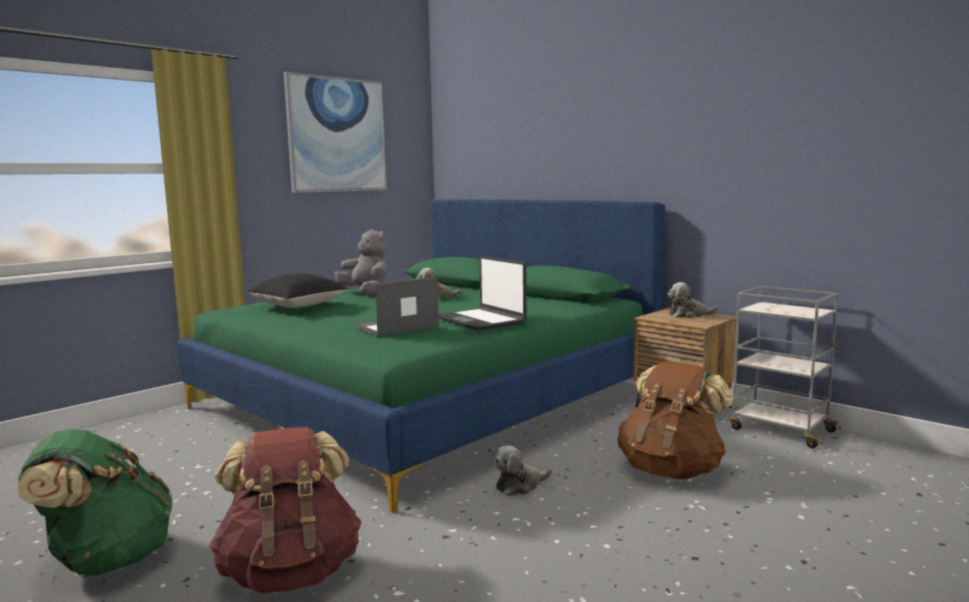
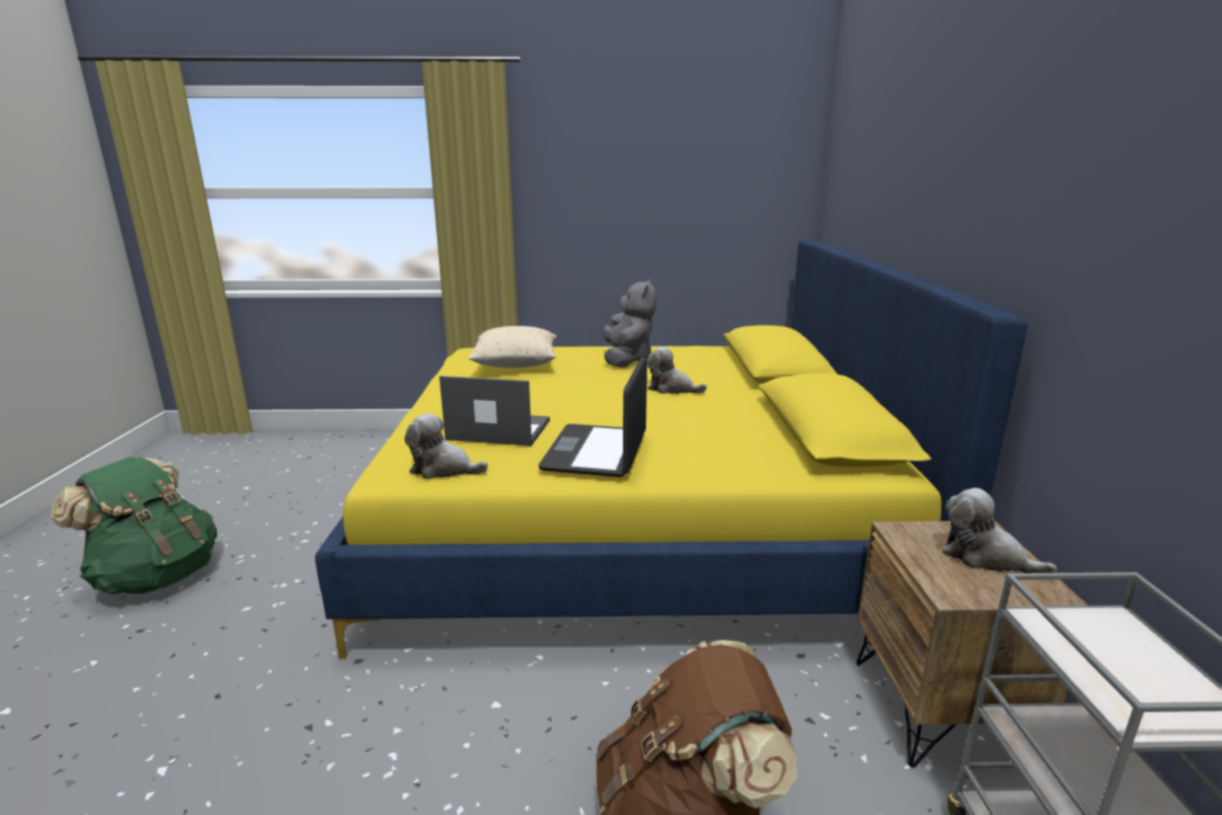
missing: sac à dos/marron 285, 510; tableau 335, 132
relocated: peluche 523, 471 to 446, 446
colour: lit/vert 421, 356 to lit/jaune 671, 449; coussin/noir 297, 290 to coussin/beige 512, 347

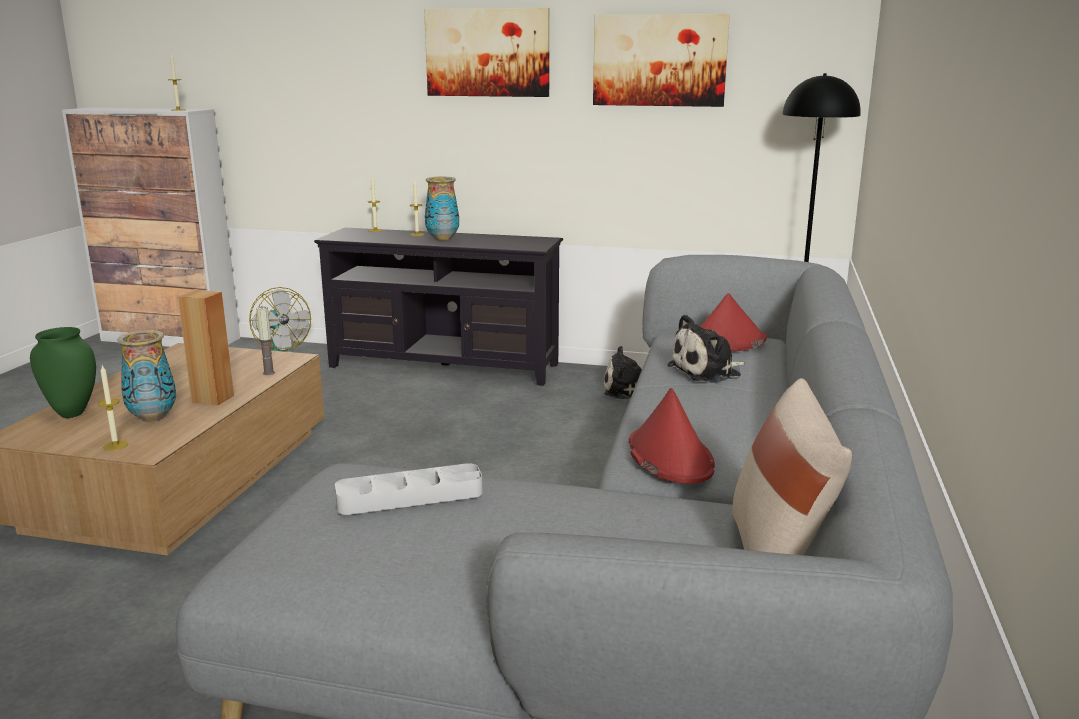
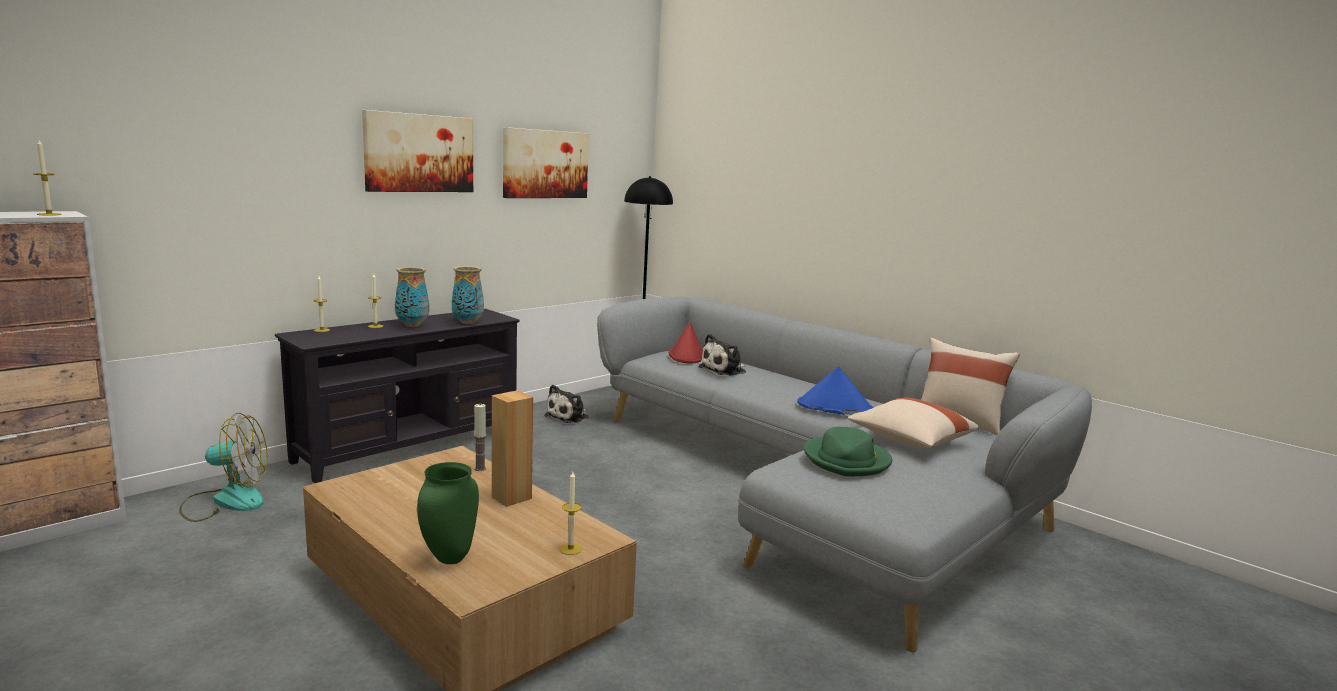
appeared: coussin/beige 913, 423
relocated: vase 146, 376 to 468, 295
exchanged: plateau/gris 409, 489 to chapeau/vert 848, 451
colour: chapeau/rouge 671, 436 to chapeau/bleu 835, 391
spun: peluche 706, 349 = 722, 355 45 degrees clockwise

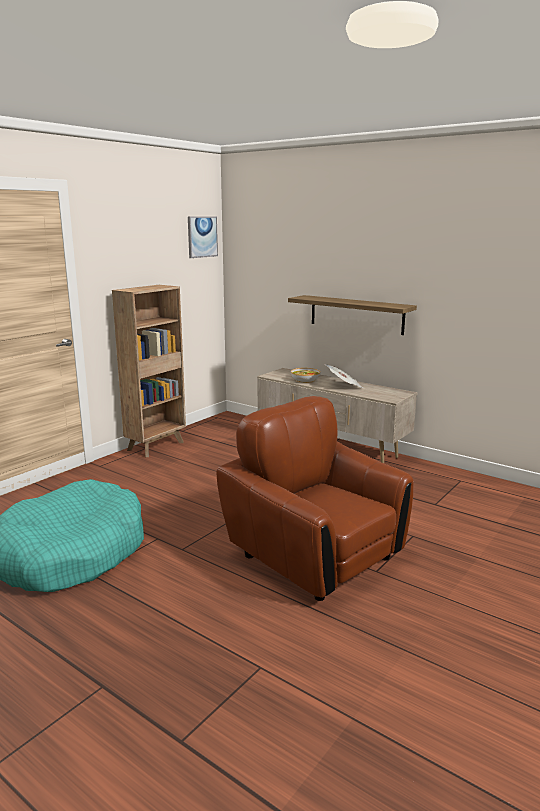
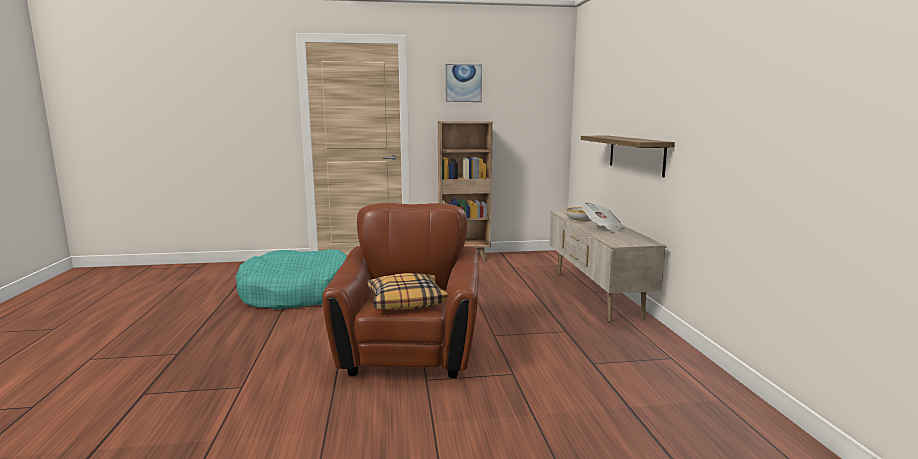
appeared: coussin 407, 291
relocated: tableau 203, 237 to 463, 83

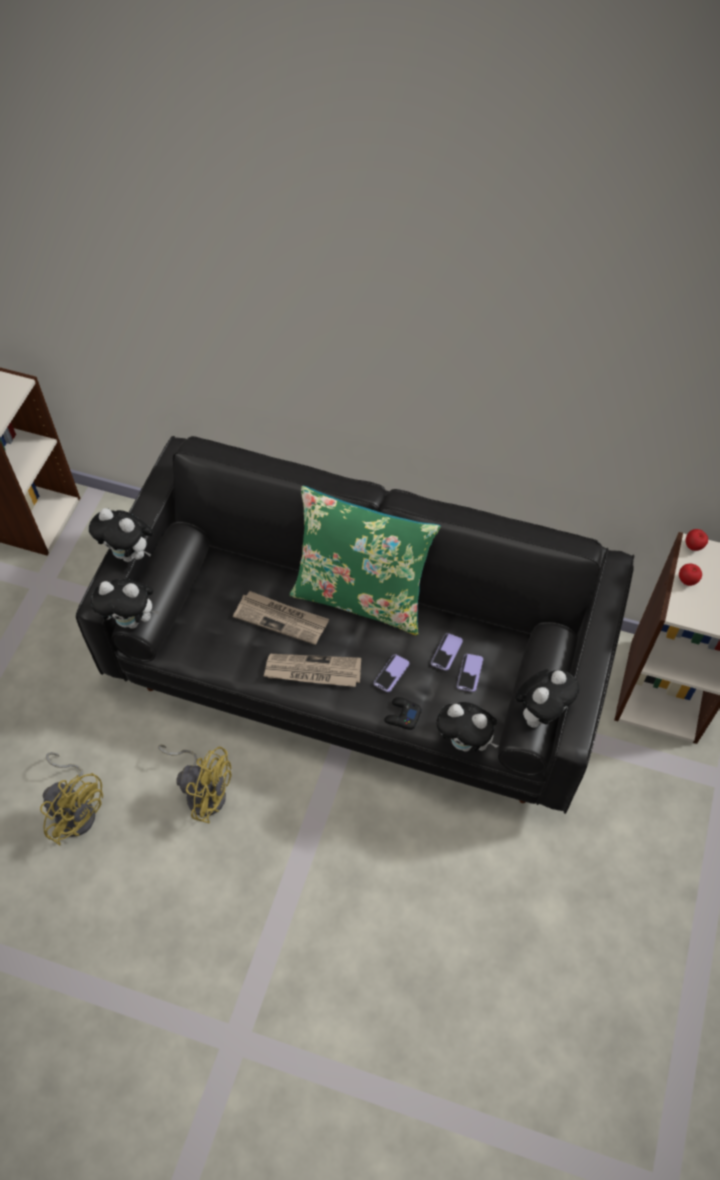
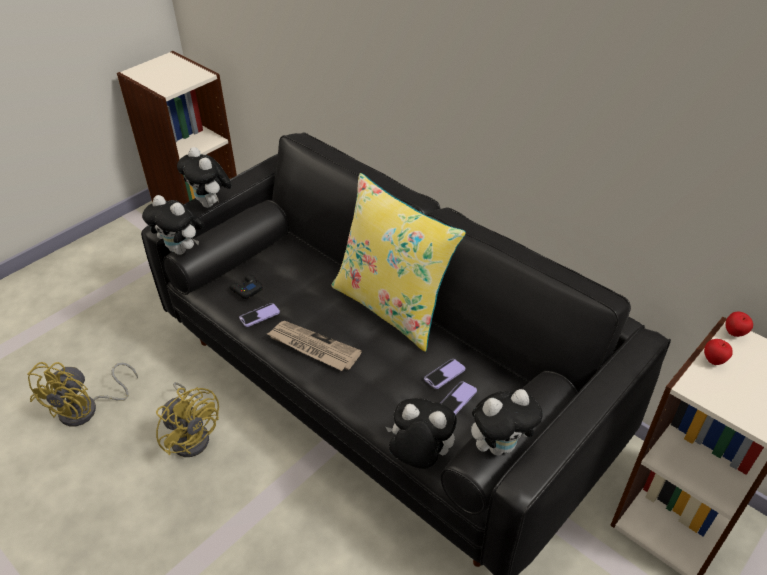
missing: journal 281, 618
relocated: manette/noir 403, 713 to 246, 286; téléphone 391, 673 to 259, 315
colour: coussin/vert 365, 560 to coussin/jaune 398, 262
spun: ventilateur/jaune 71, 799 = 82, 394 45 degrees clockwise; peluche 467, 727 = 421, 433 150 degrees clockwise

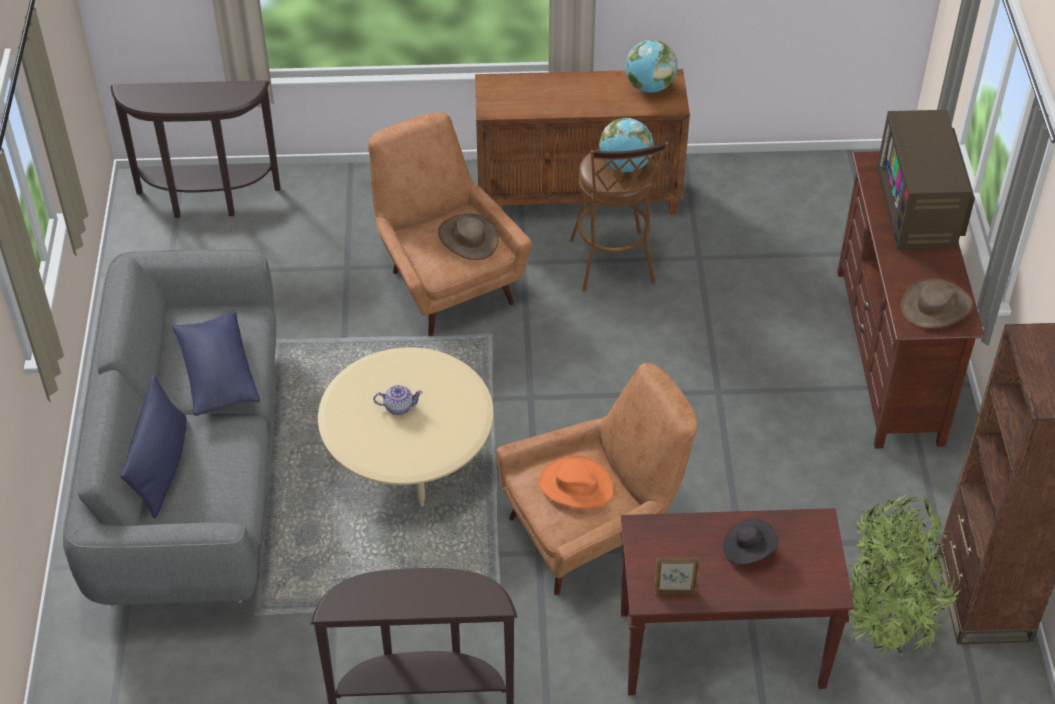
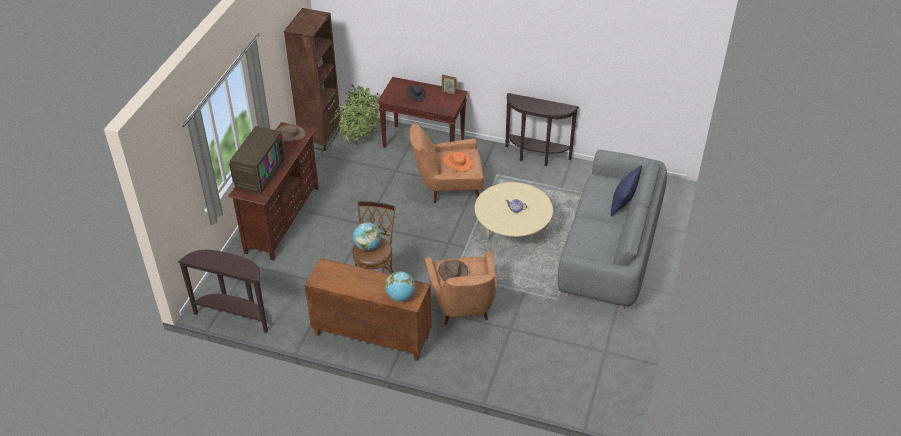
missing: coussin/bleu 216, 364
relocated: table console/marron 195, 149 to 223, 291; globe 651, 66 to 400, 286

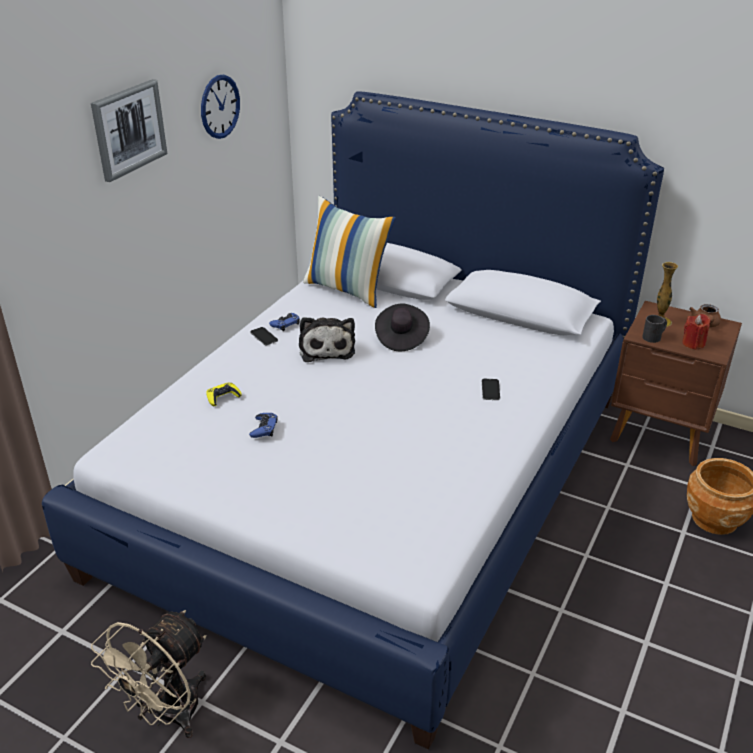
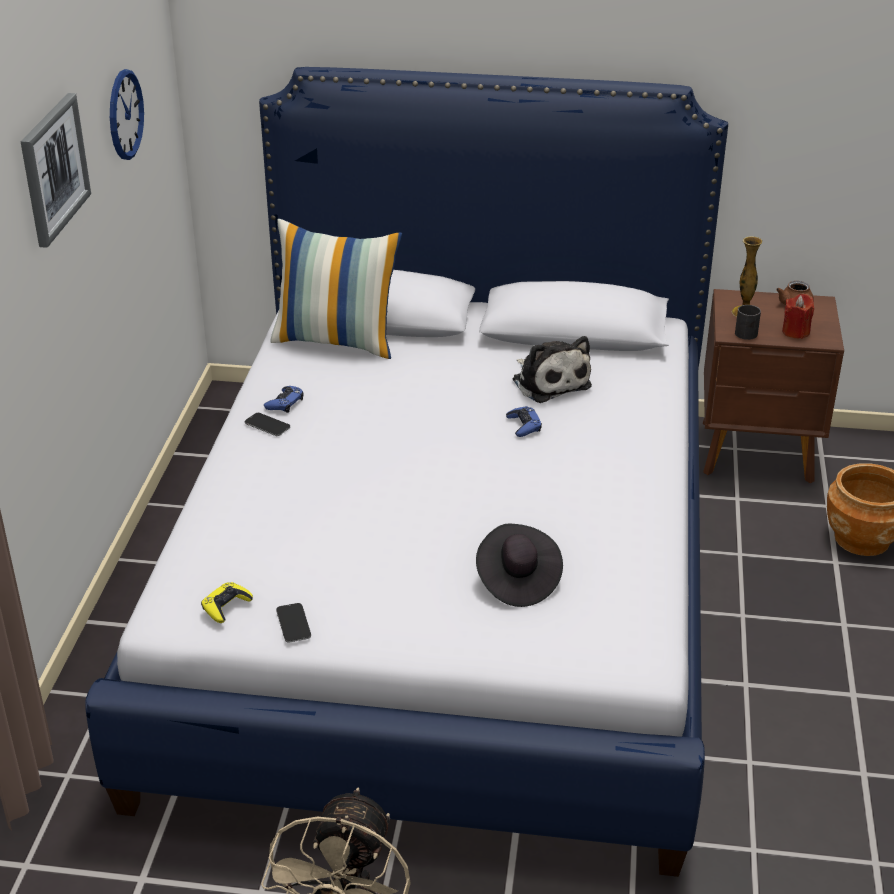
relocated: manette/jaune 223, 394 to 227, 602; téléphone 491, 389 to 293, 622; chapeau/noir 402, 327 to 519, 565; manette/bleu 263, 425 to 524, 421; peluche 327, 339 to 552, 369

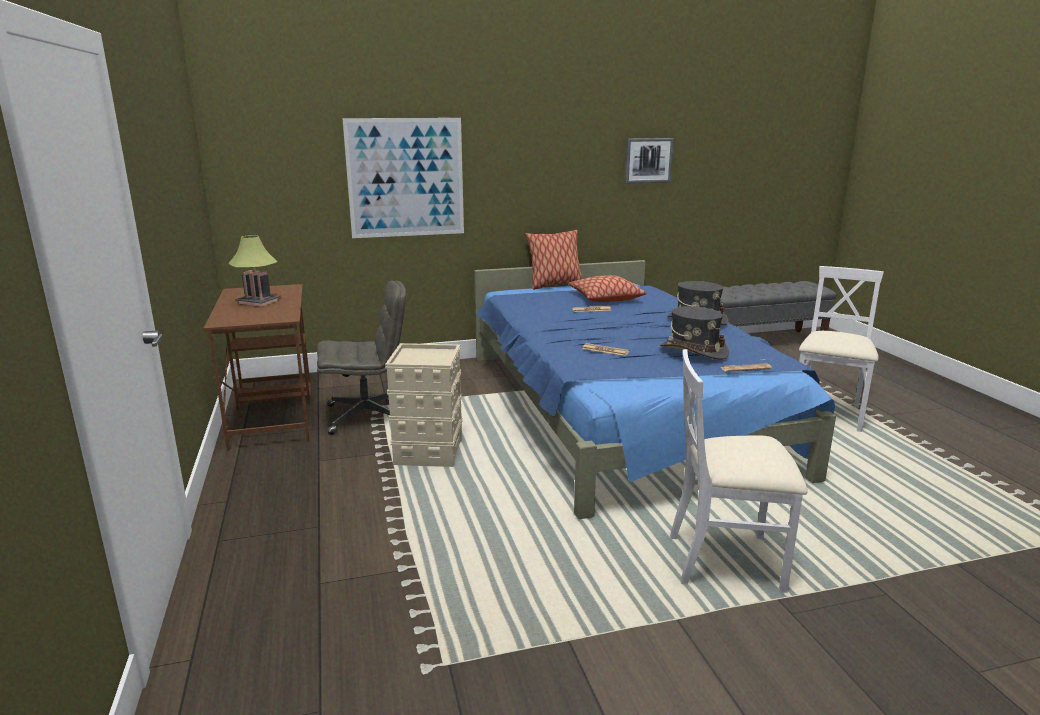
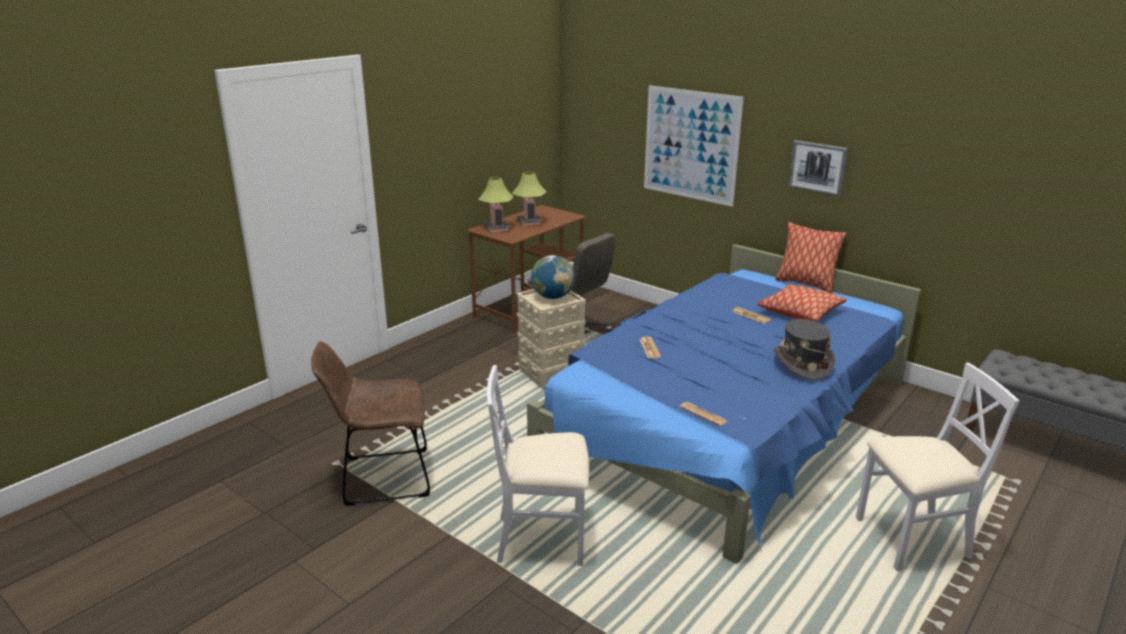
missing: chapeau/gris 694, 333
appeared: chaise/marron 370, 423; lampe de table 495, 204; globe 553, 277
relocated: tableau 649, 161 to 818, 168
spun: chaise/blanc 739, 471 = 538, 465 60 degrees counterclockwise

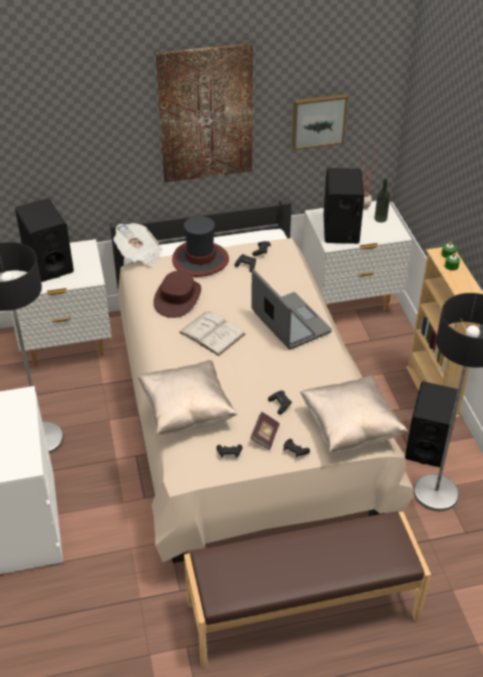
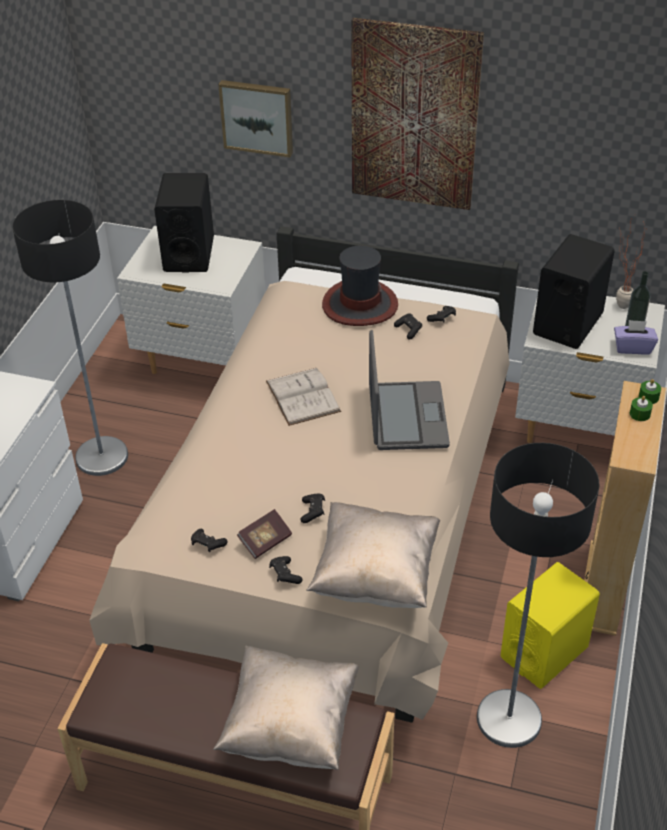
missing: journal 137, 245; chapeau/marron 177, 294
appeared: boîte à mouchoirs/violet 636, 337
relocated: coussin/beige 187, 397 to 286, 707; tableau 320, 122 to 255, 118
colour: enceinte/noir 431, 424 to enceinte/jaune 550, 625

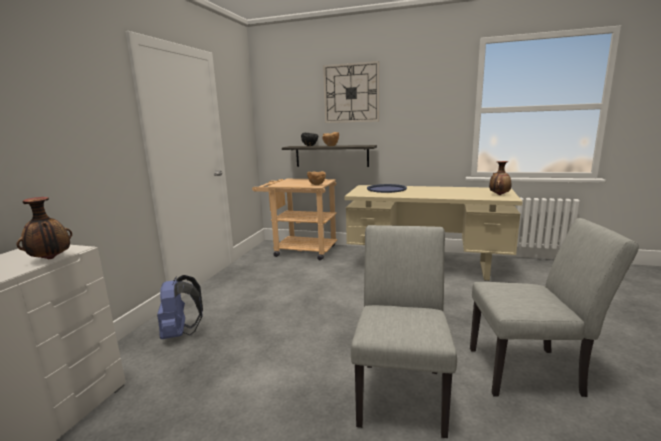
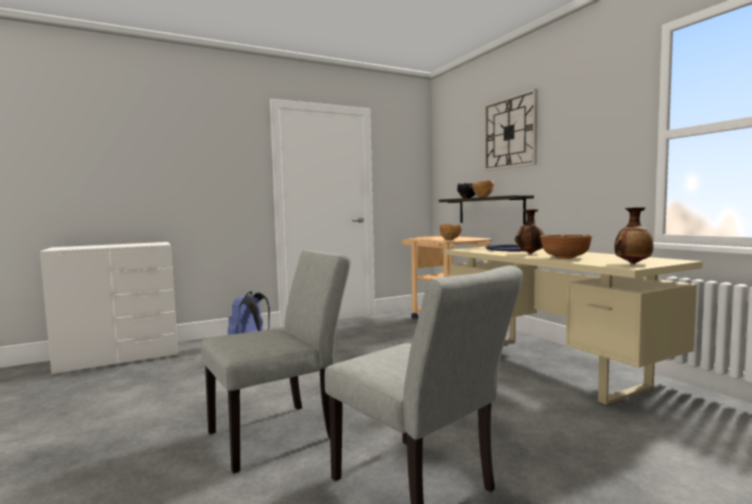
appeared: bol/marron 566, 247
relocated: vase 44, 228 to 530, 231

